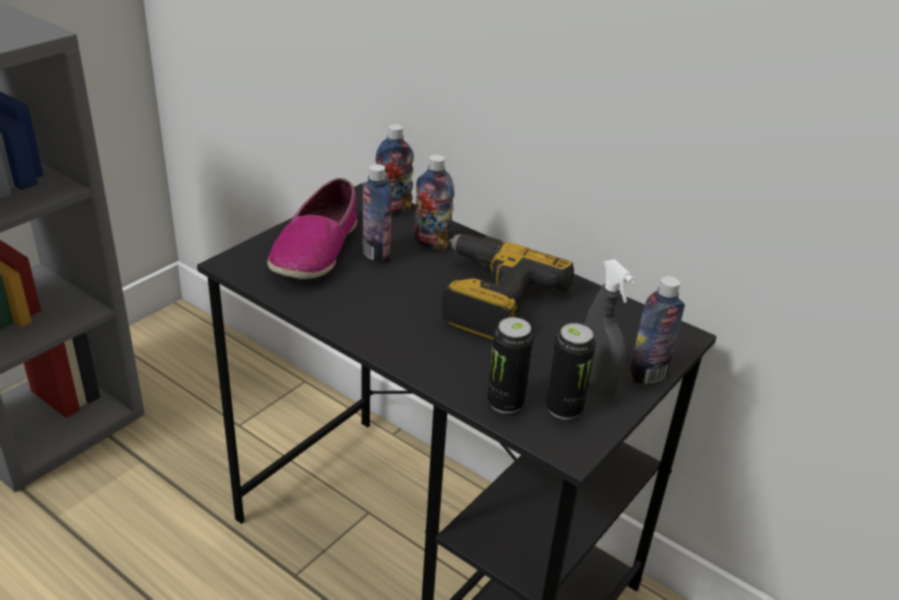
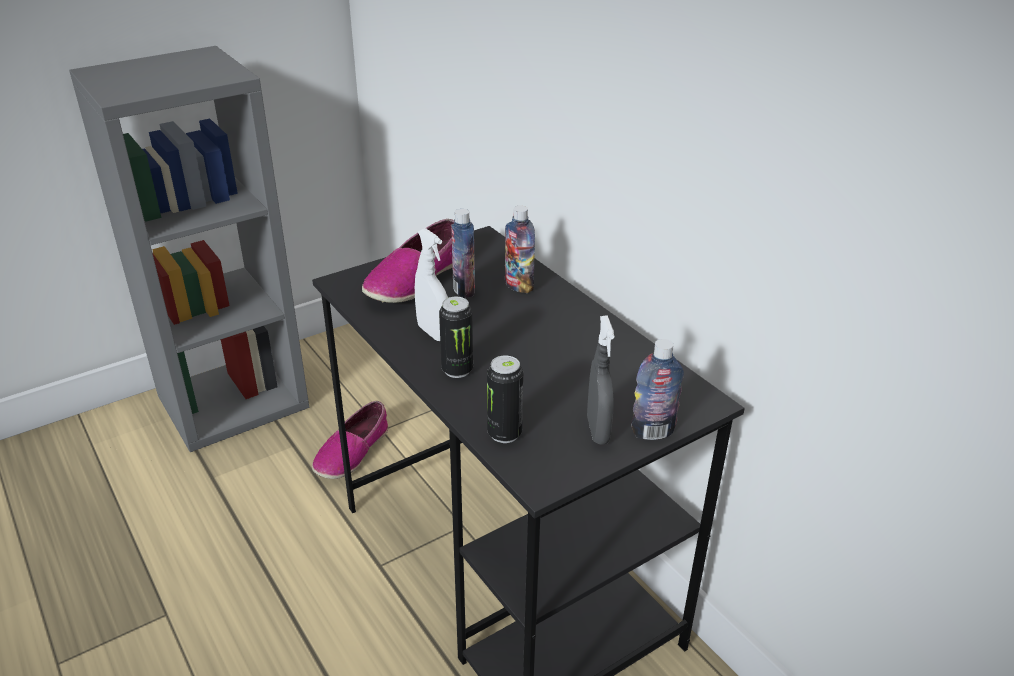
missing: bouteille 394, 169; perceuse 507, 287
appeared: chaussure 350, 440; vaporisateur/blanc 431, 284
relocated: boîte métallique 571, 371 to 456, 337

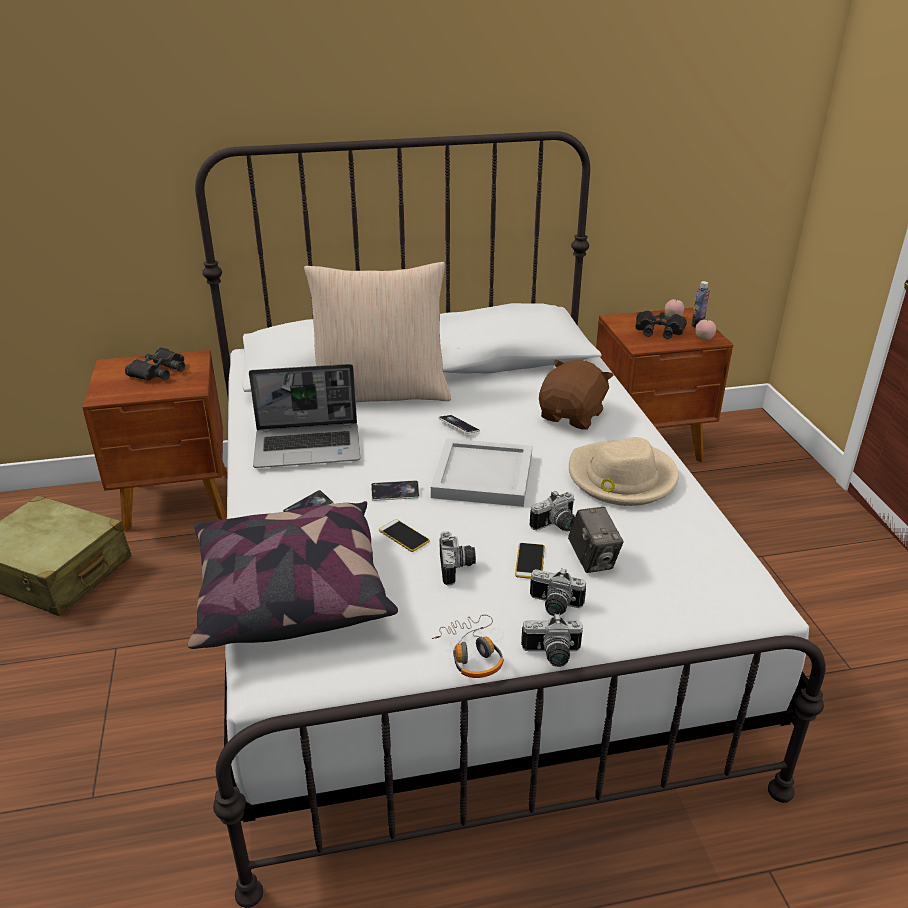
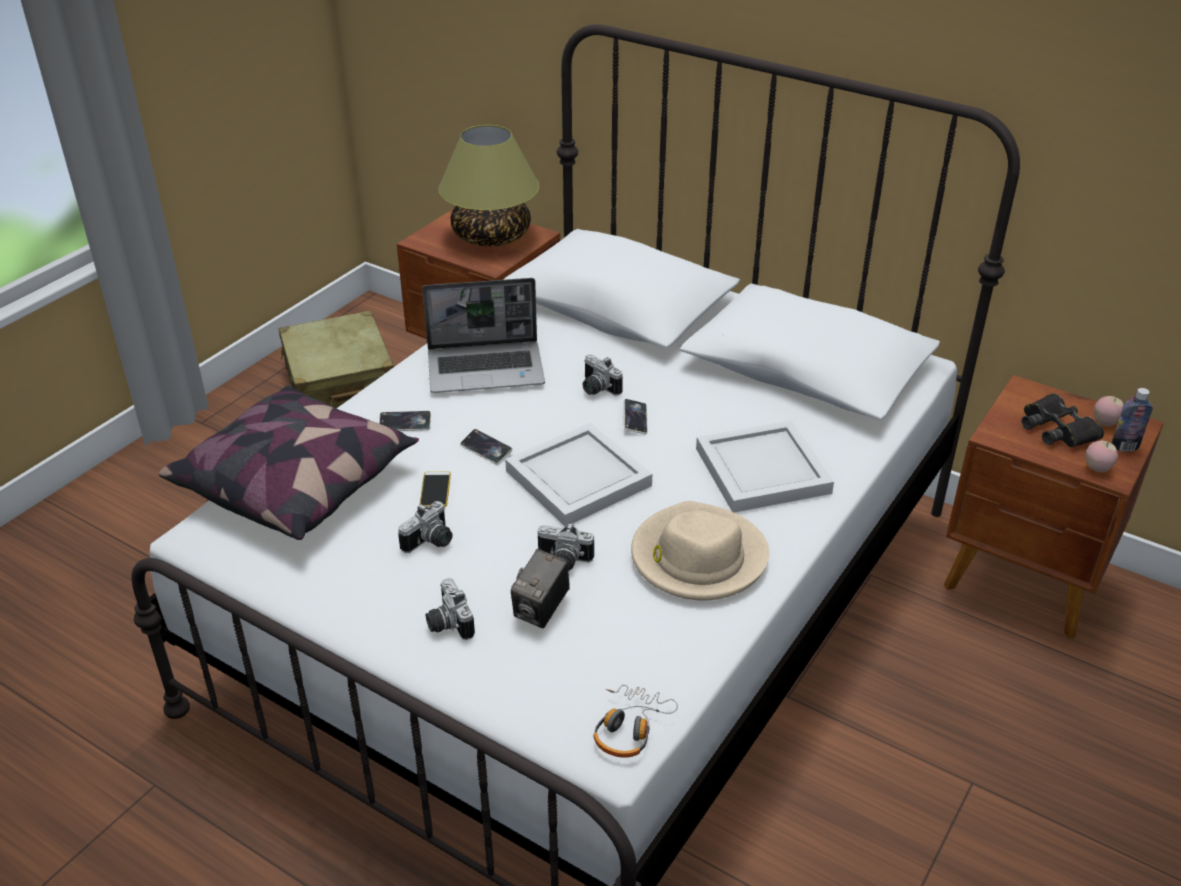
missing: coussin/beige 377, 332; téléphone 530, 561
relocated: appareil photo 552, 640 to 603, 375; casque audio 468, 646 to 635, 721
exchanged: jumelles/noir 155, 364 to lampe de table 488, 185; peluche/marron 576, 394 to plateau/blanc 765, 466
spun: ordinateur portable 304, 416 = 483, 335 45 degrees counterclockwise

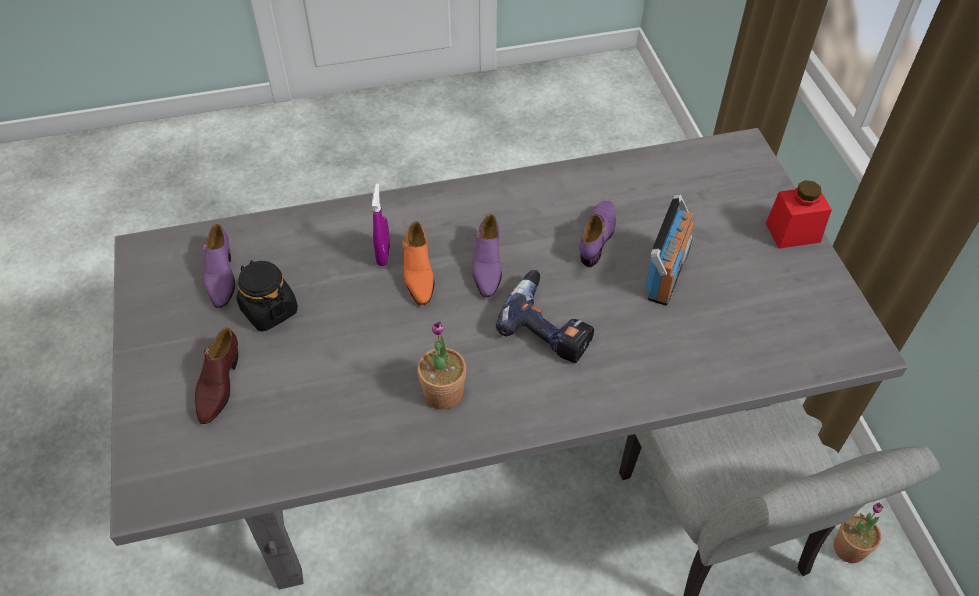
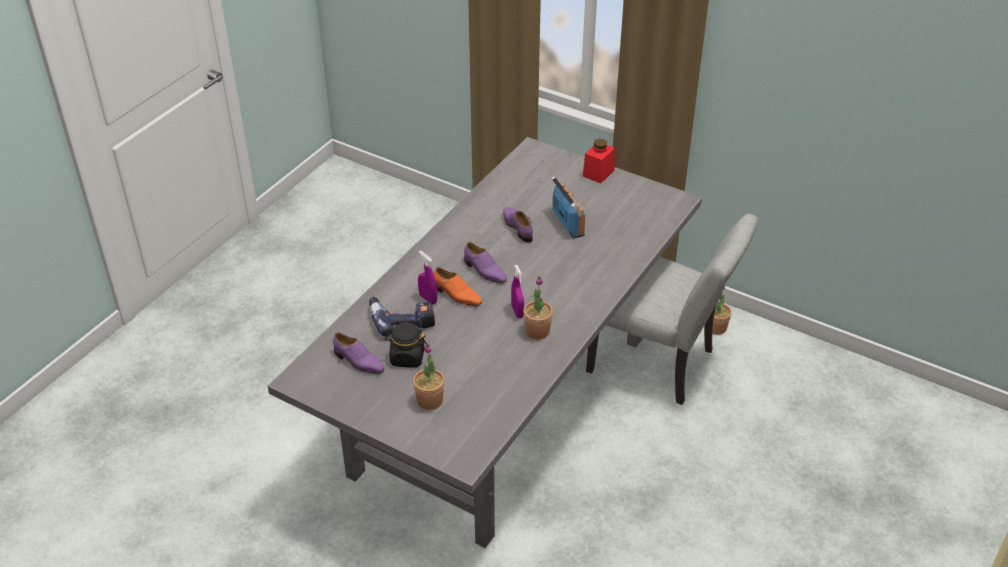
appeared: vaporisateur/violet 517, 291
relocated: perceuse 545, 316 to 402, 317
exchanged: chaussure/marron 217, 376 to plante en pot 429, 377

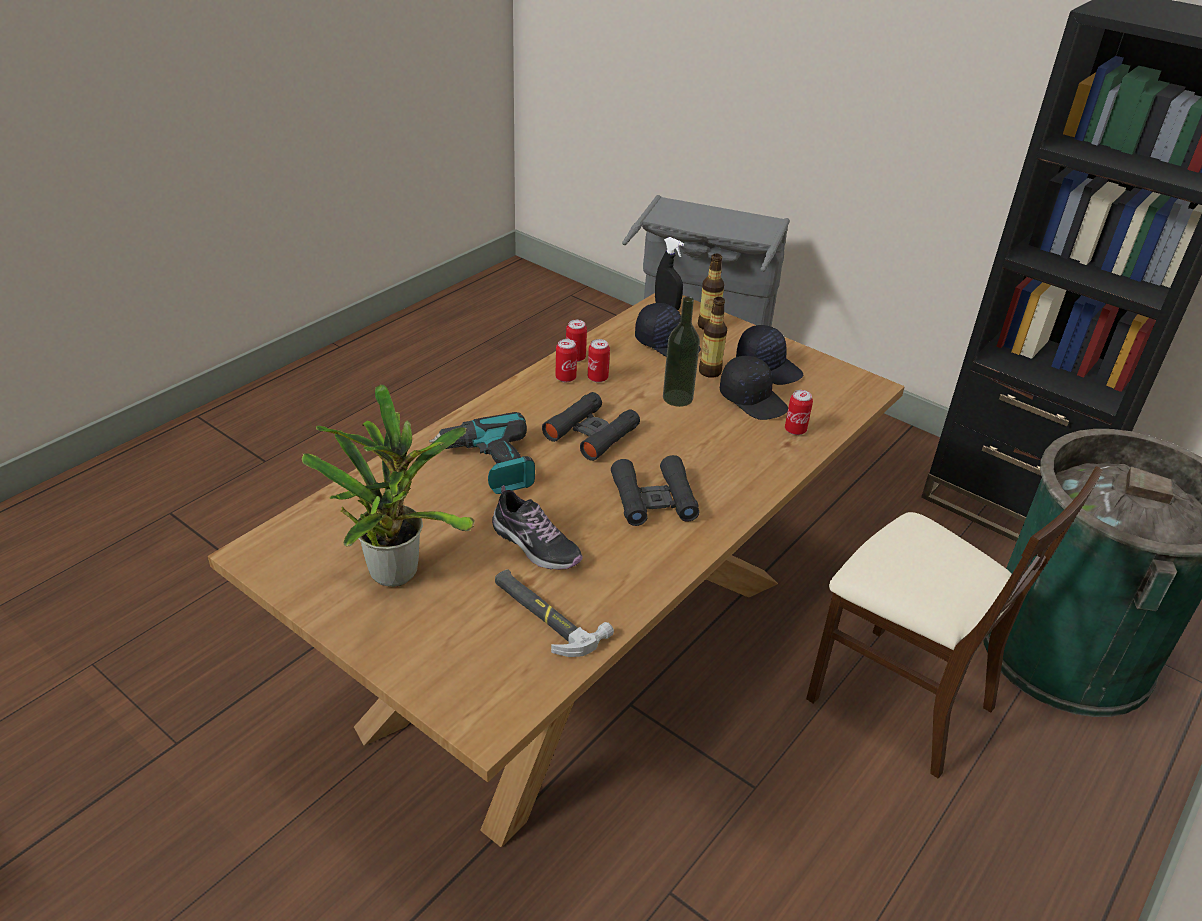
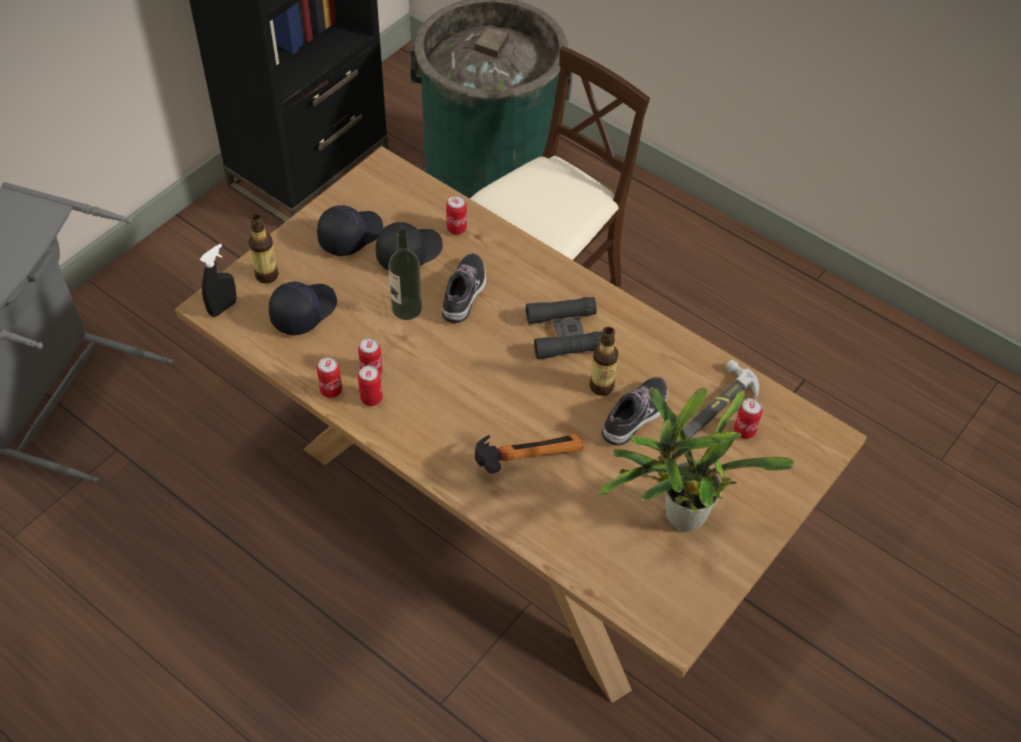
missing: jumelles/noir 591, 426
appeared: chaussure 464, 288; boîte métallique 748, 418
relocated: bouteille 713, 337 to 603, 361
exchanged: perceuse 482, 453 to marteau 529, 453

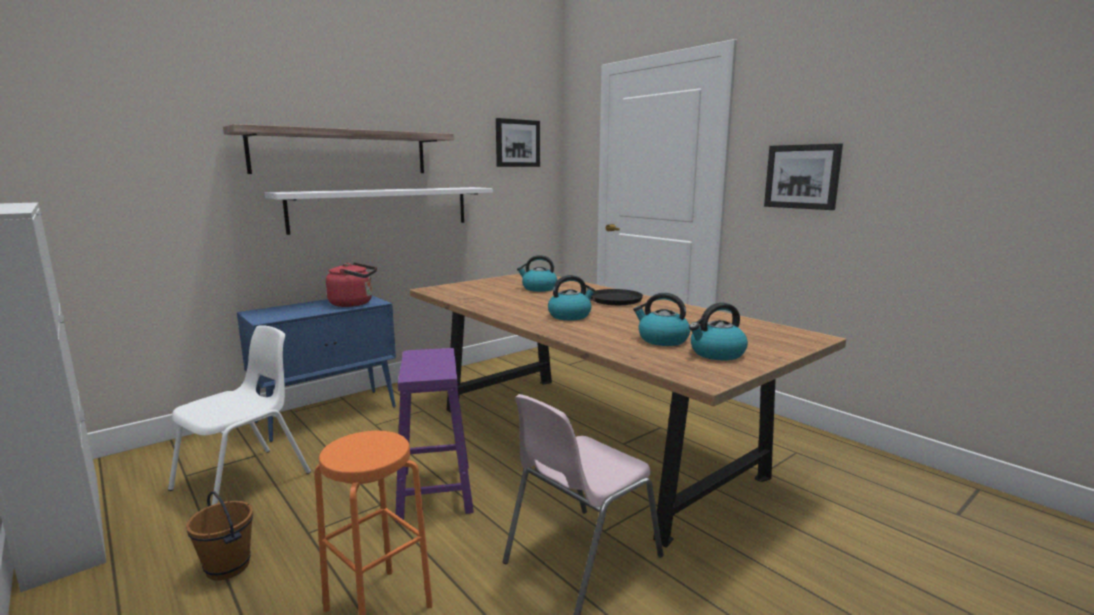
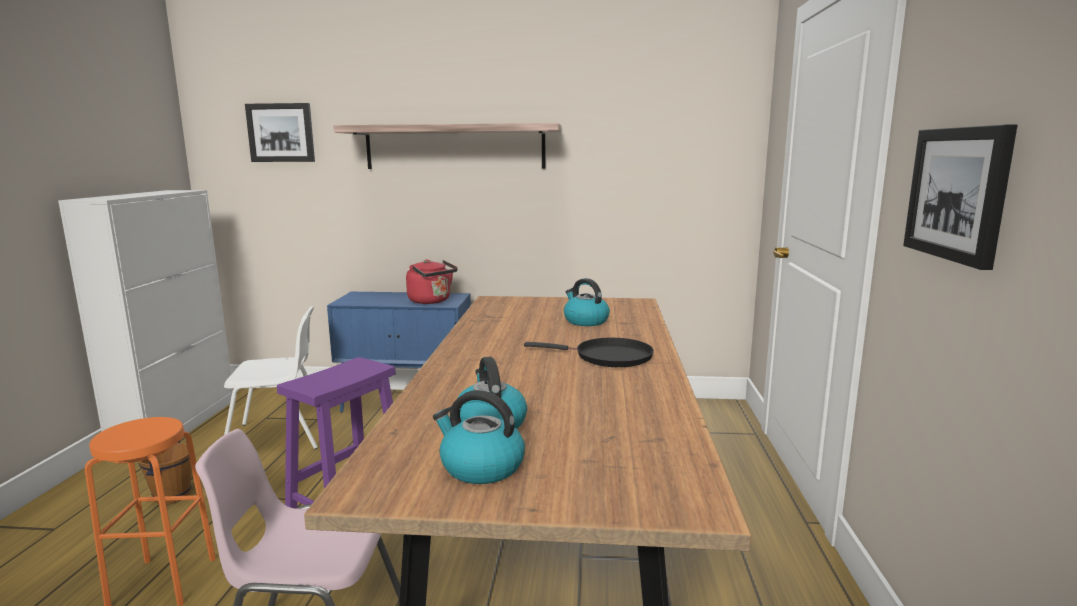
missing: étagère/blanc 379, 211; bouilloire 571, 297
relocated: tableau 518, 142 to 280, 132

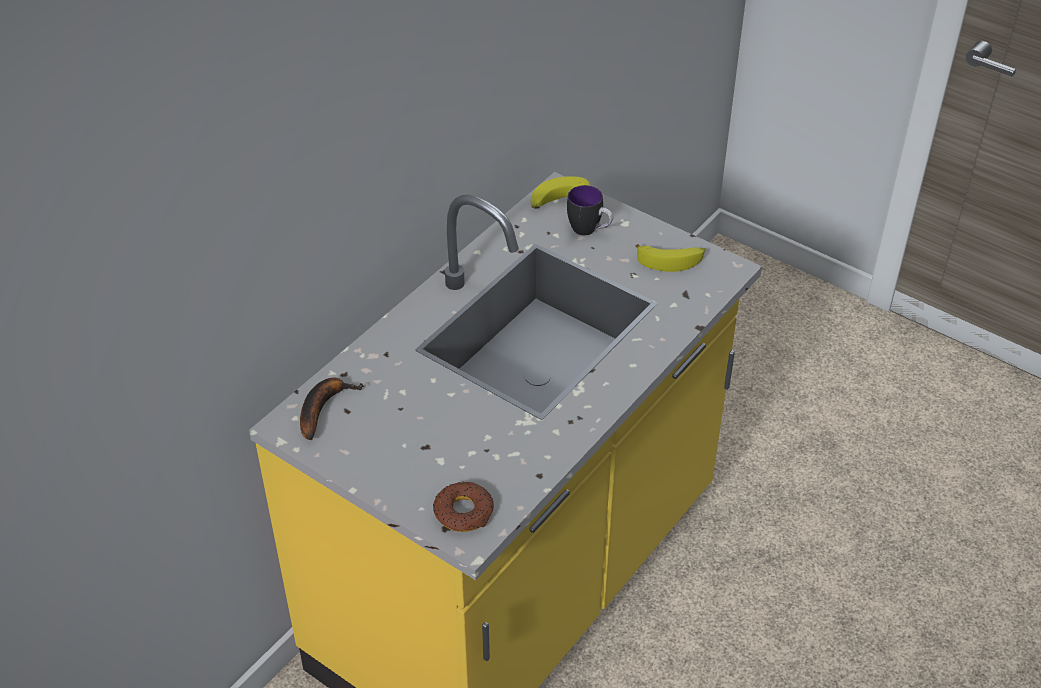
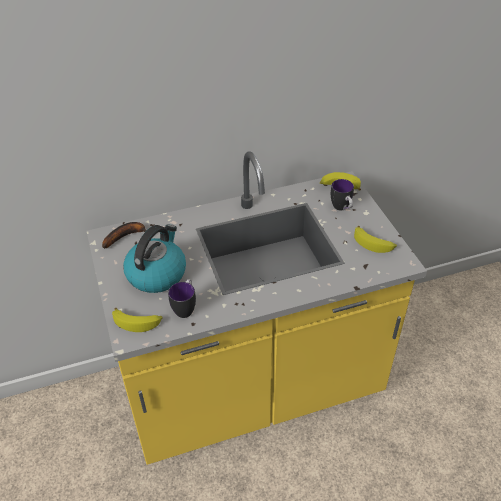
appeared: bouilloire 154, 258; mug 182, 298
exchanged: beignet 463, 507 to banane 137, 320

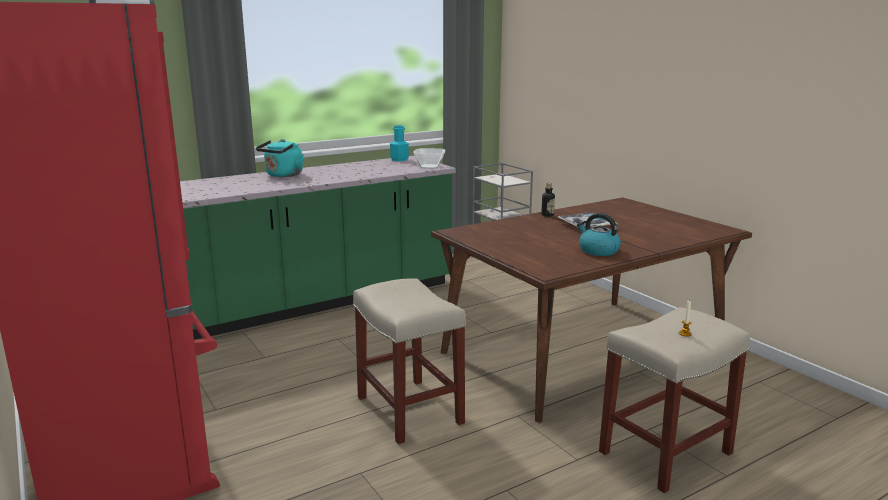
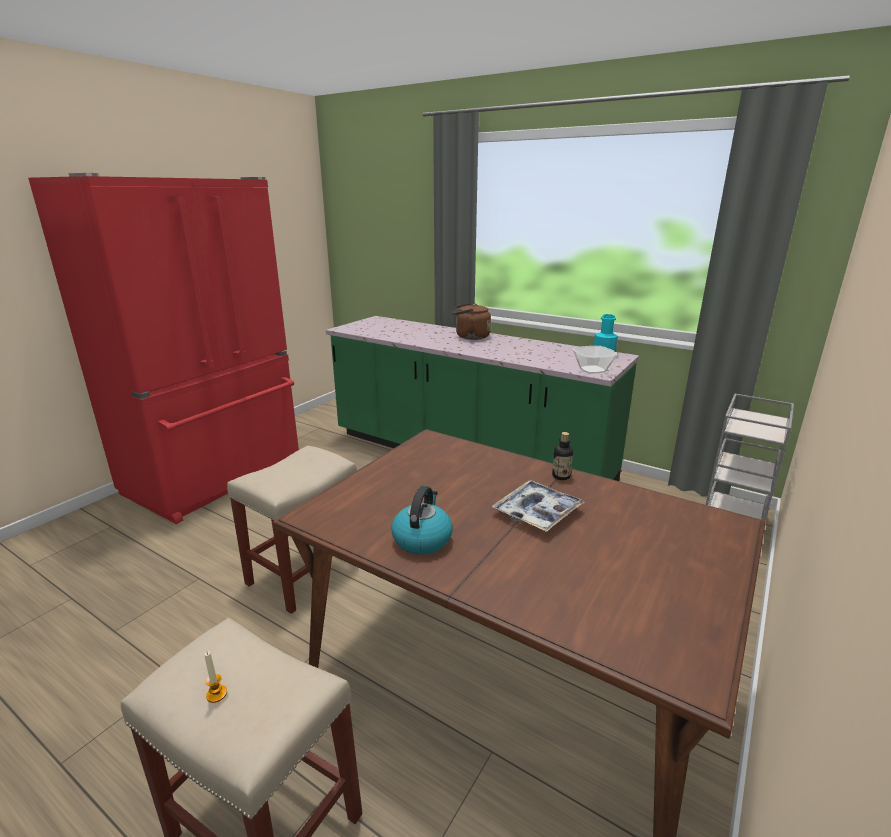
colour: bouilloire/turquoise 280, 158 to bouilloire/marron 472, 321

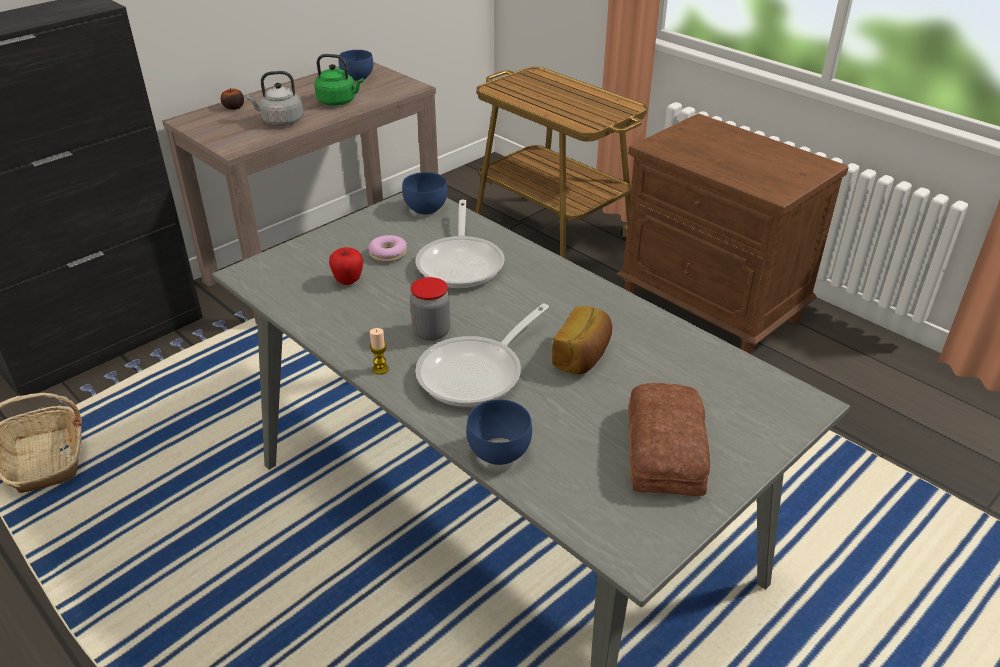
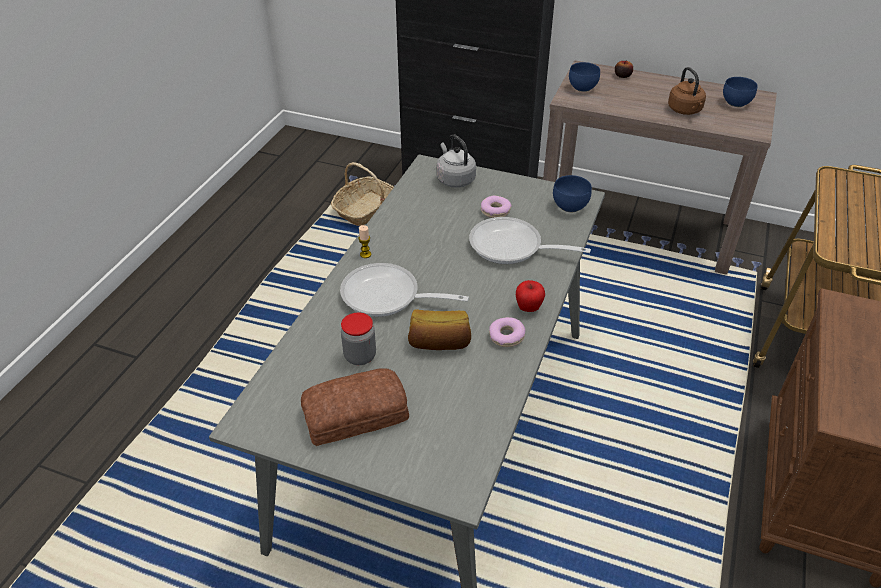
appeared: beignet 507, 332
relocated: bocal 430, 309 to 358, 339; bouilloire/gris 274, 98 to 456, 161; pomme 346, 266 to 530, 296; bol/bleu 499, 432 to 584, 77
colour: bouilloire/vert 339, 80 to bouilloire/marron 687, 91
spun: poêle 460, 244 = 530, 240 45 degrees clockwise

